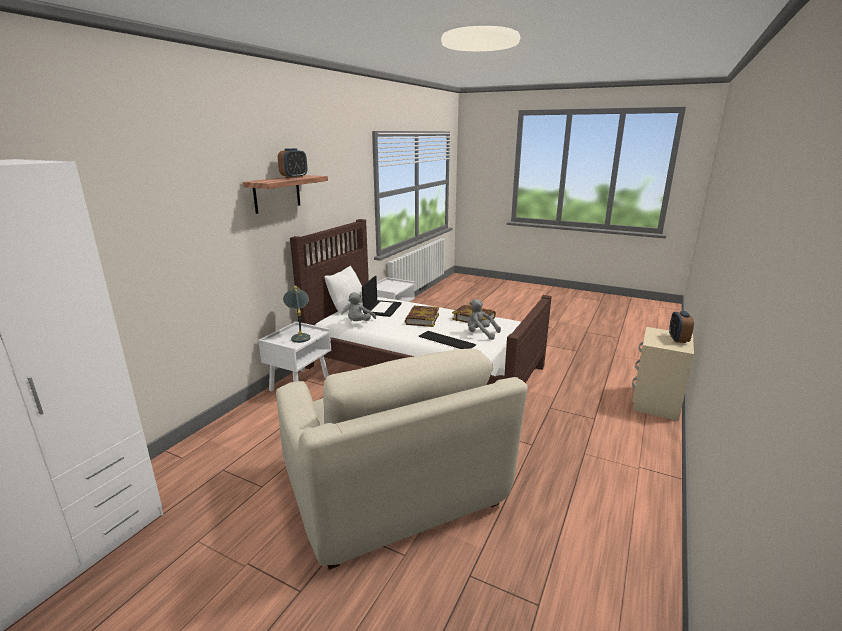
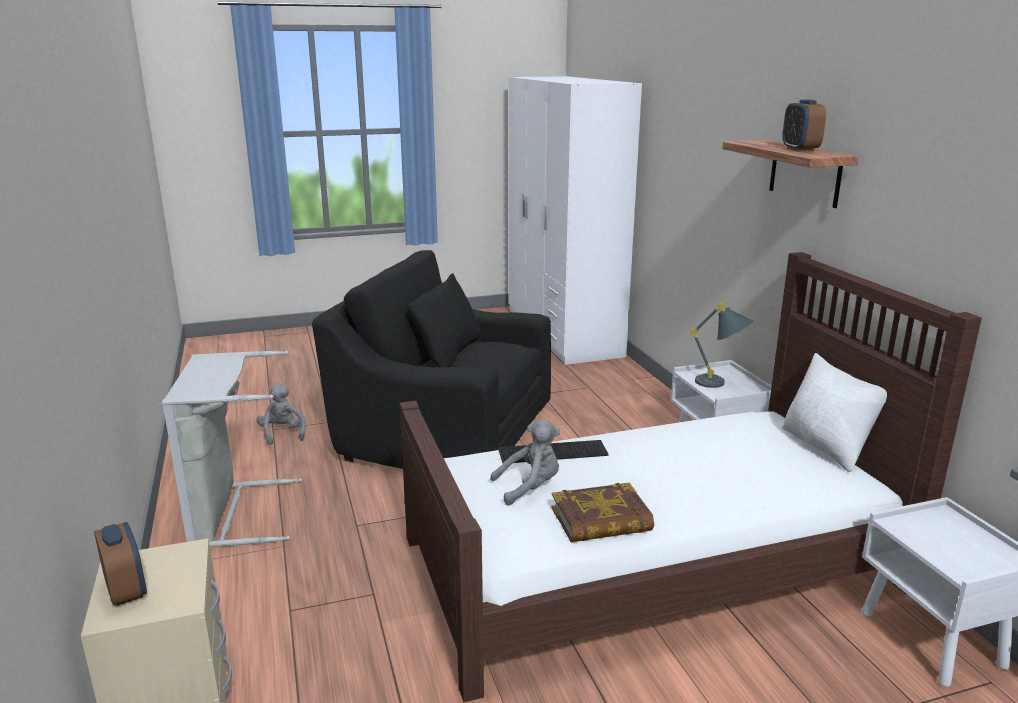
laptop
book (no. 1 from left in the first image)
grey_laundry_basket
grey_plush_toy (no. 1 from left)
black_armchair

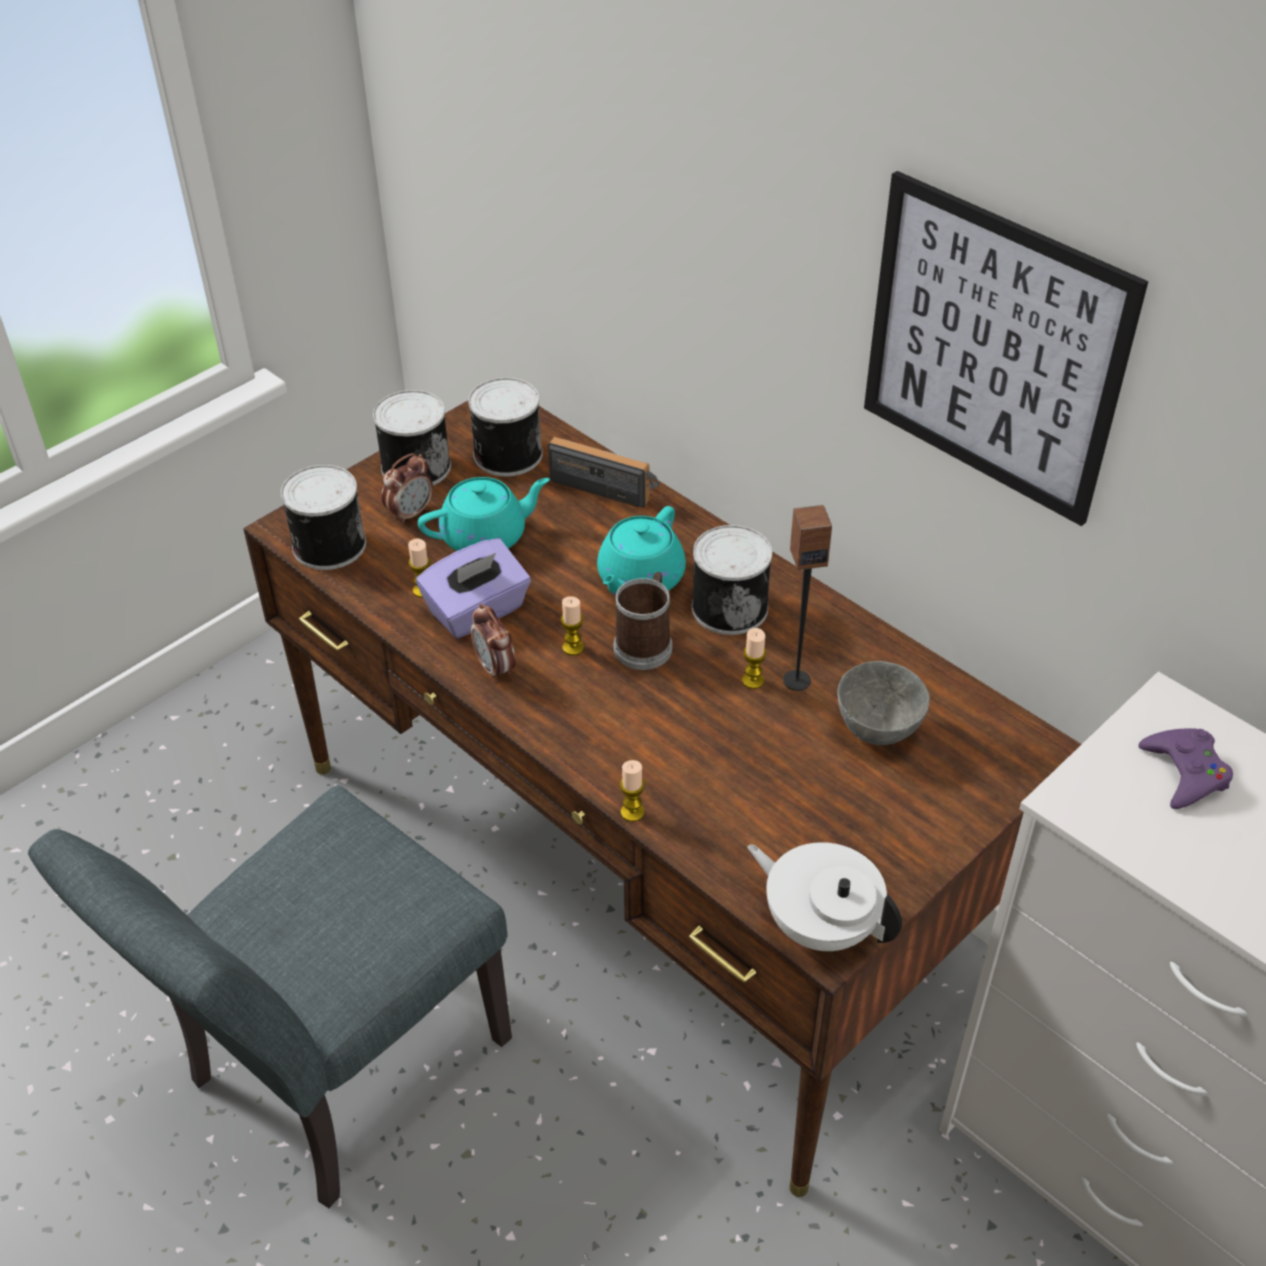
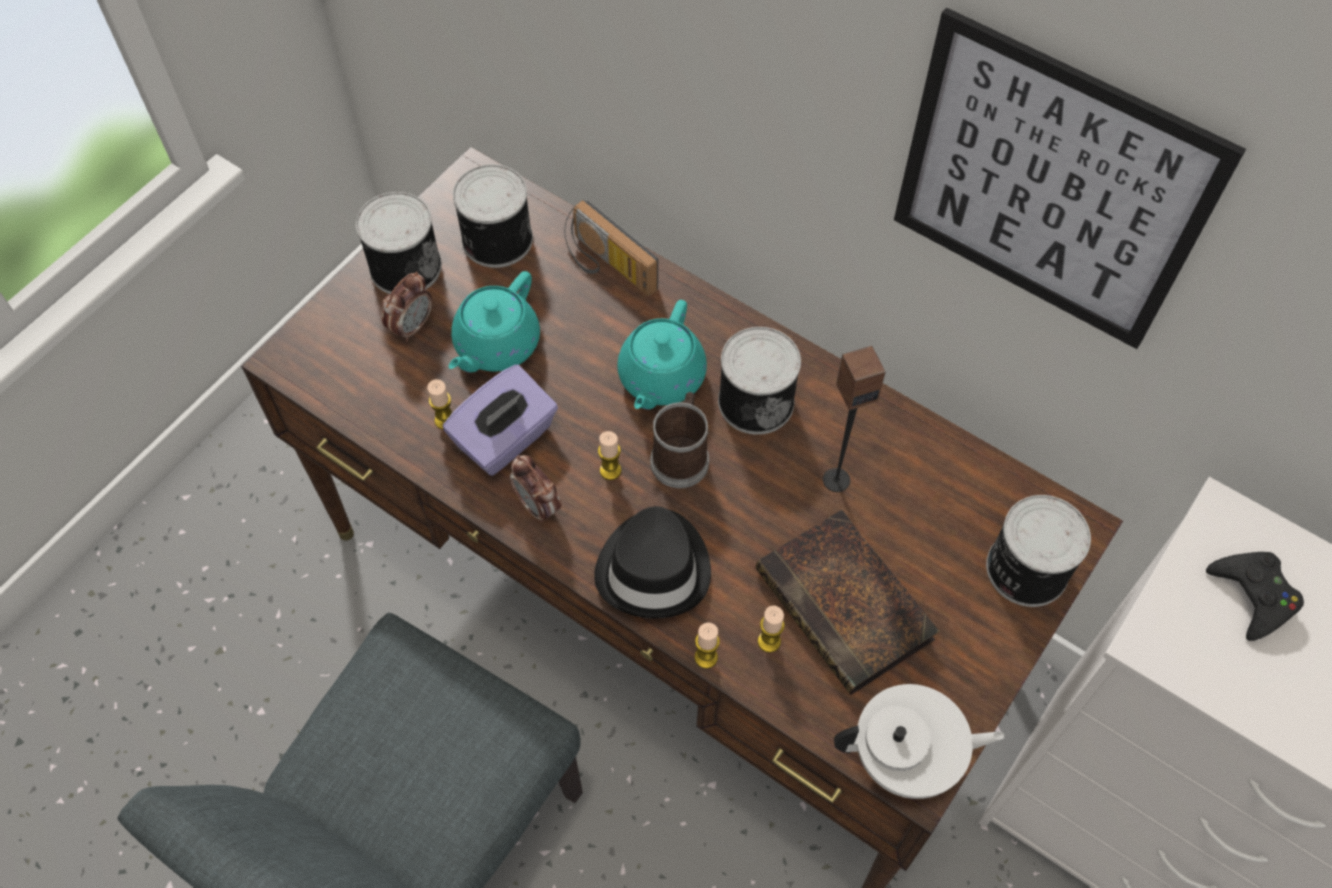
grey_bowl
black_hat
book
can (no. 4 from left)
candle (no. 4 from left)
black_game_controller
turquoise_teapot (no. 1 from left)
radio
white_teapot

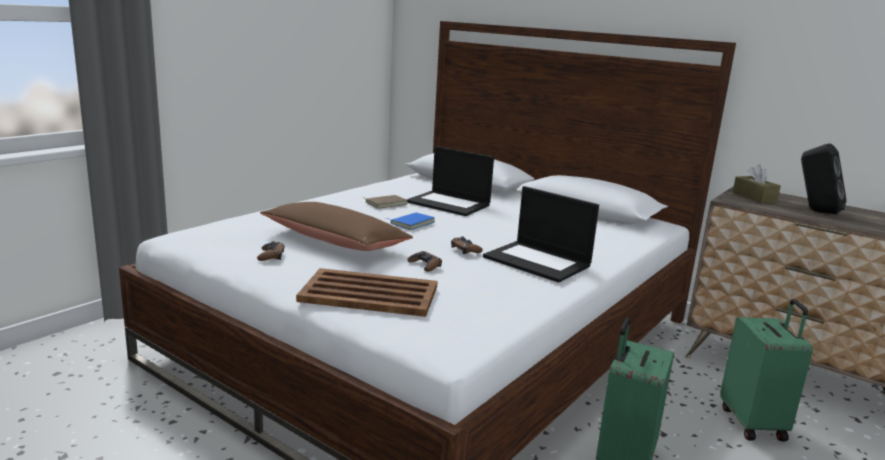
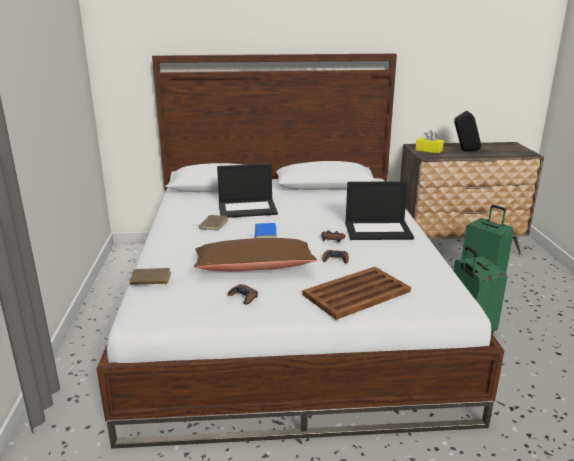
brown_book (no. 1 from left)
yellow_tissue_box

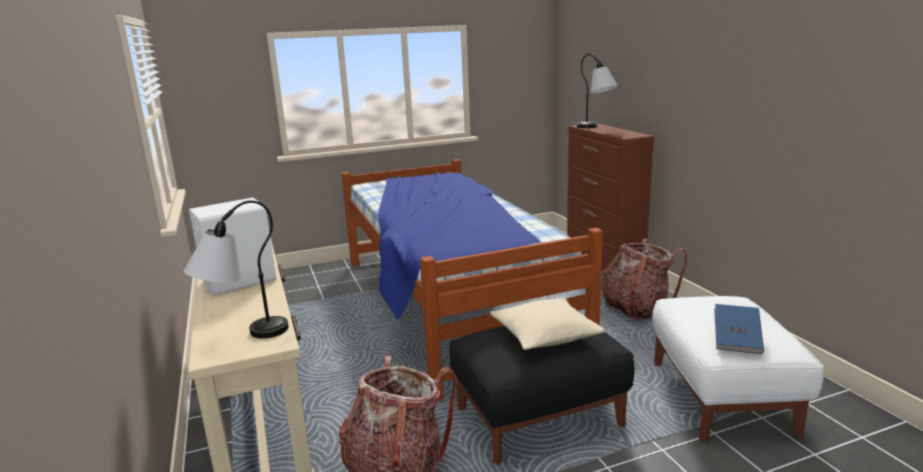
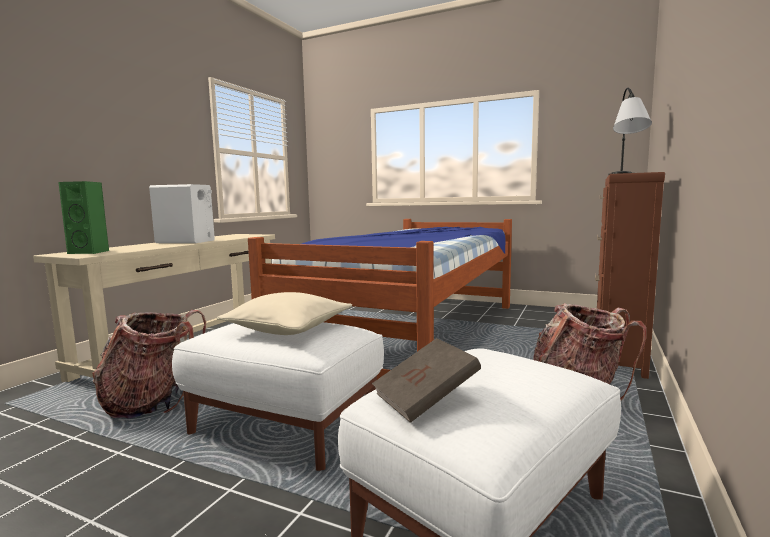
green_speaker
white_ottoman (no. 1 from left)
brown_book

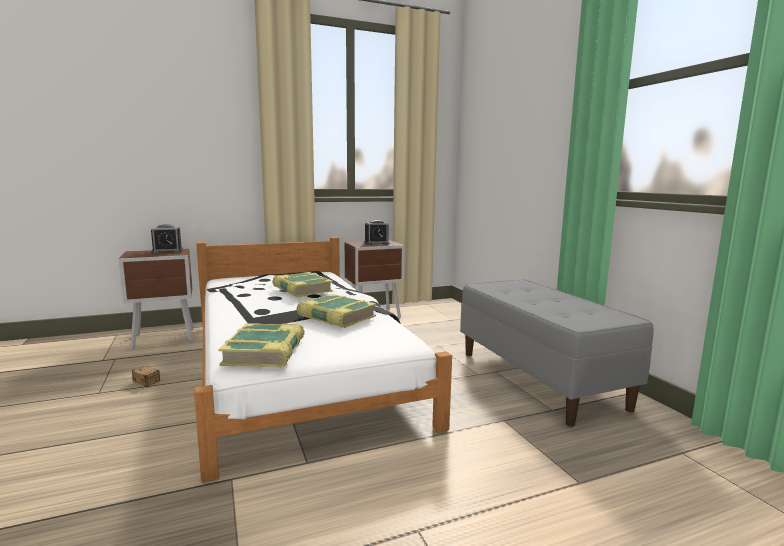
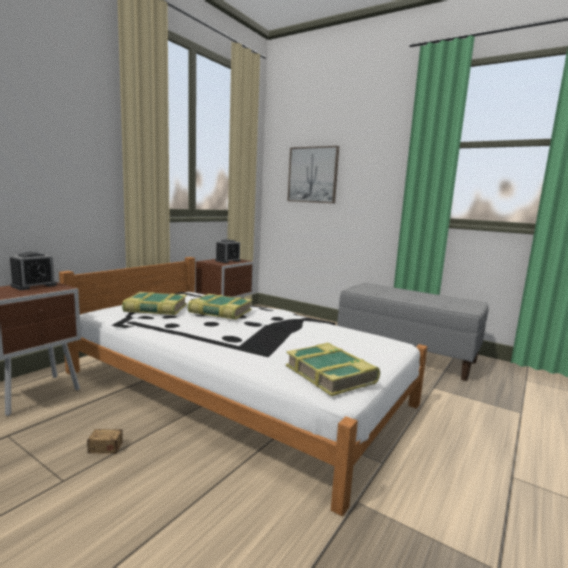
picture
book (no. 1 from left)

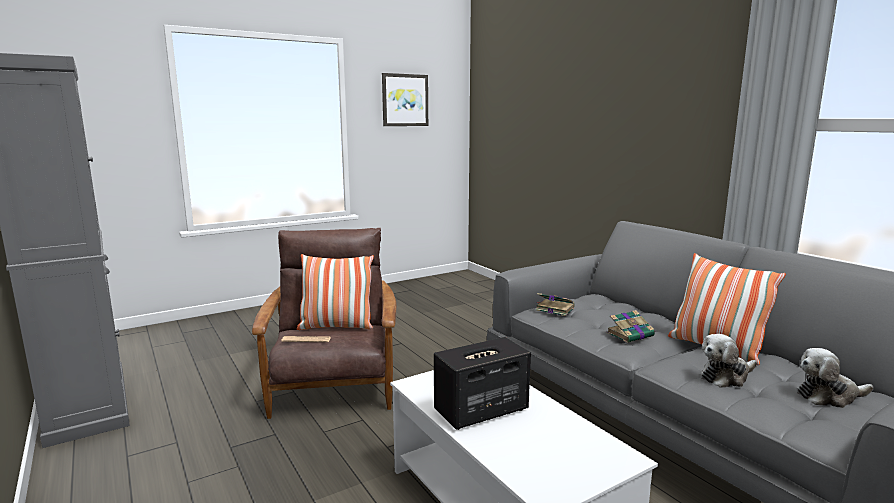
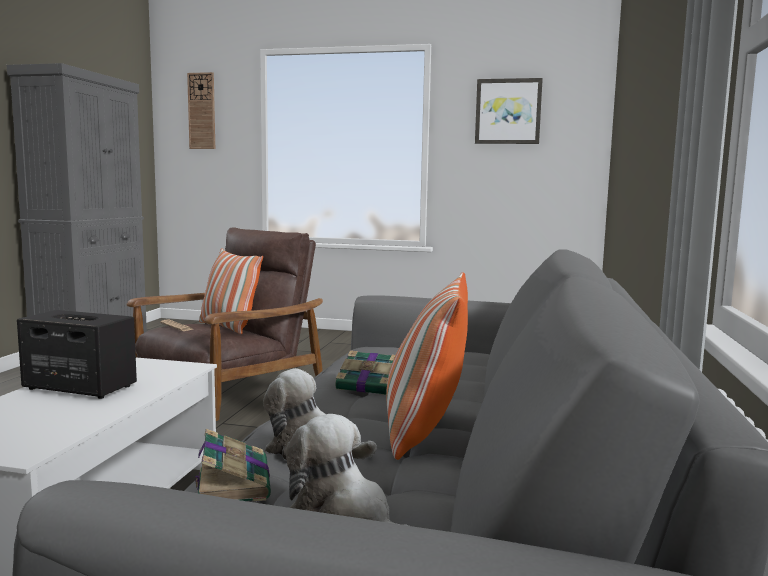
wall_clock
book (no. 1 from left)

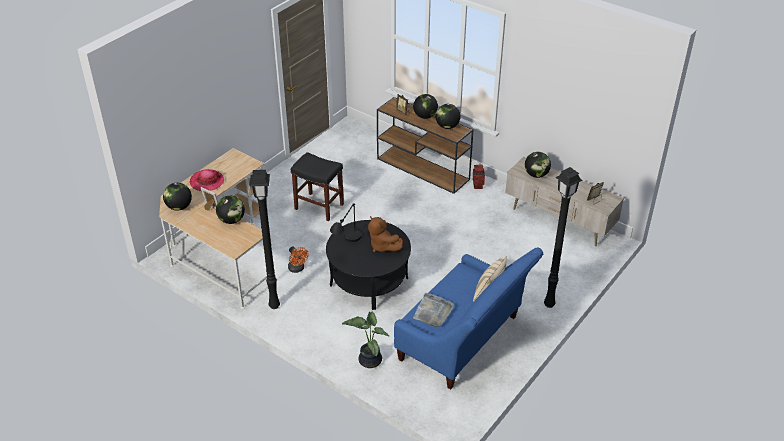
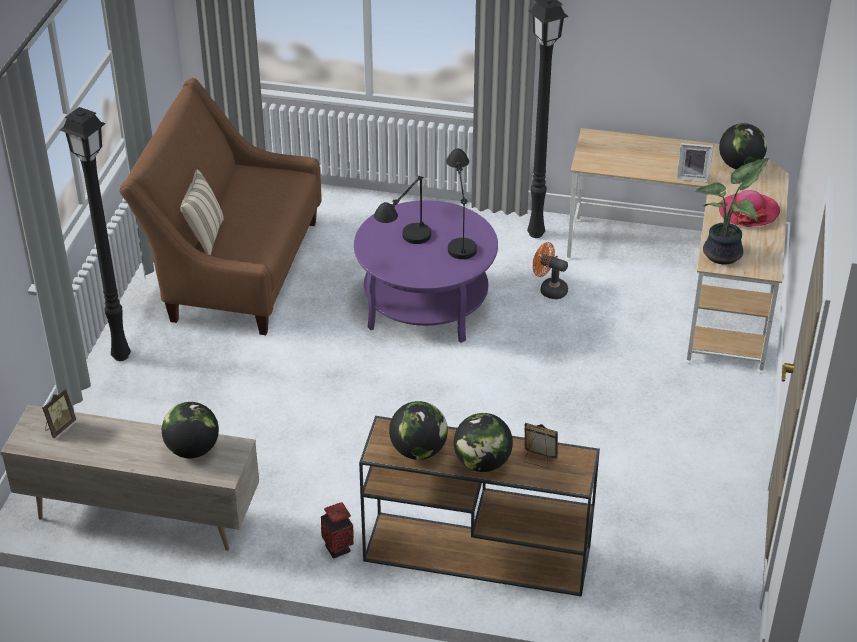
globe (no. 2 from left in the first image)
black_stool
grey_tray
potted_plant
black_table_lamp (no. 1 from left)
purple_coffee_table
brown_sofa

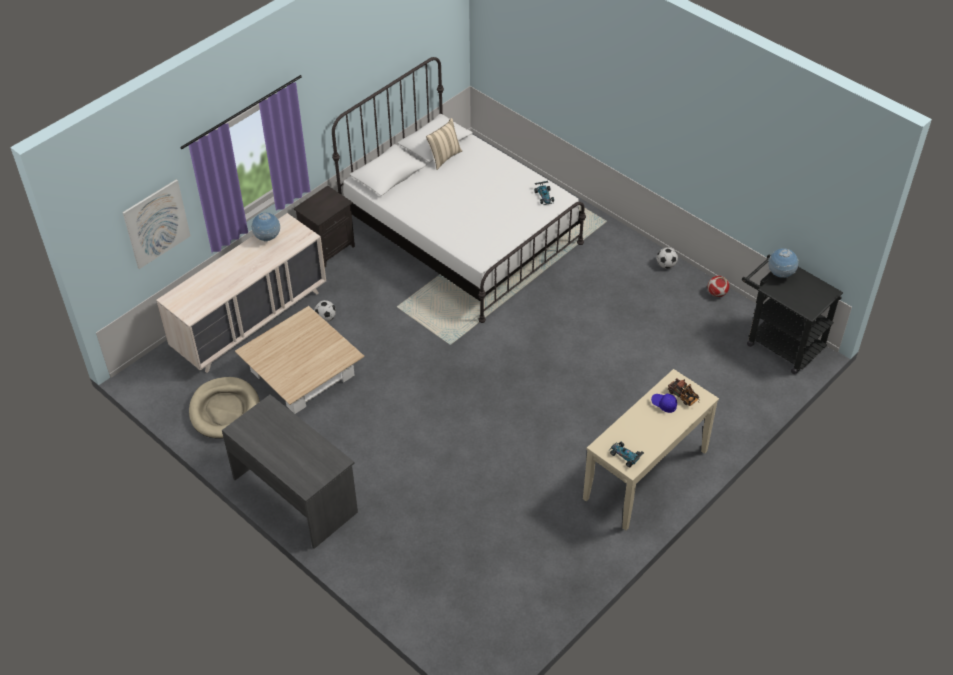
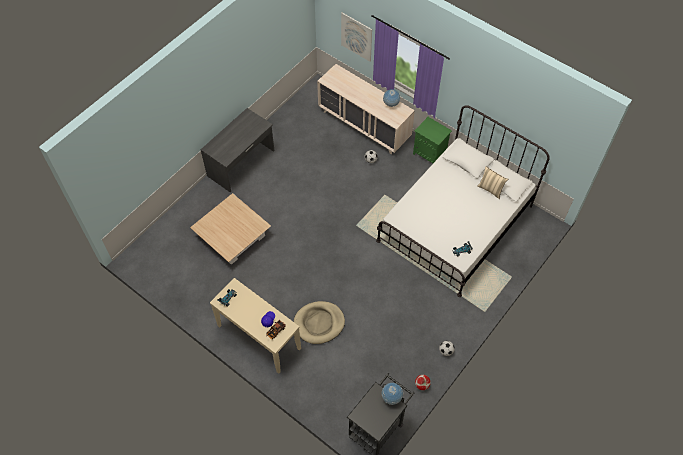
beige_dog_bed
beige_coffee_table
green_nightstand

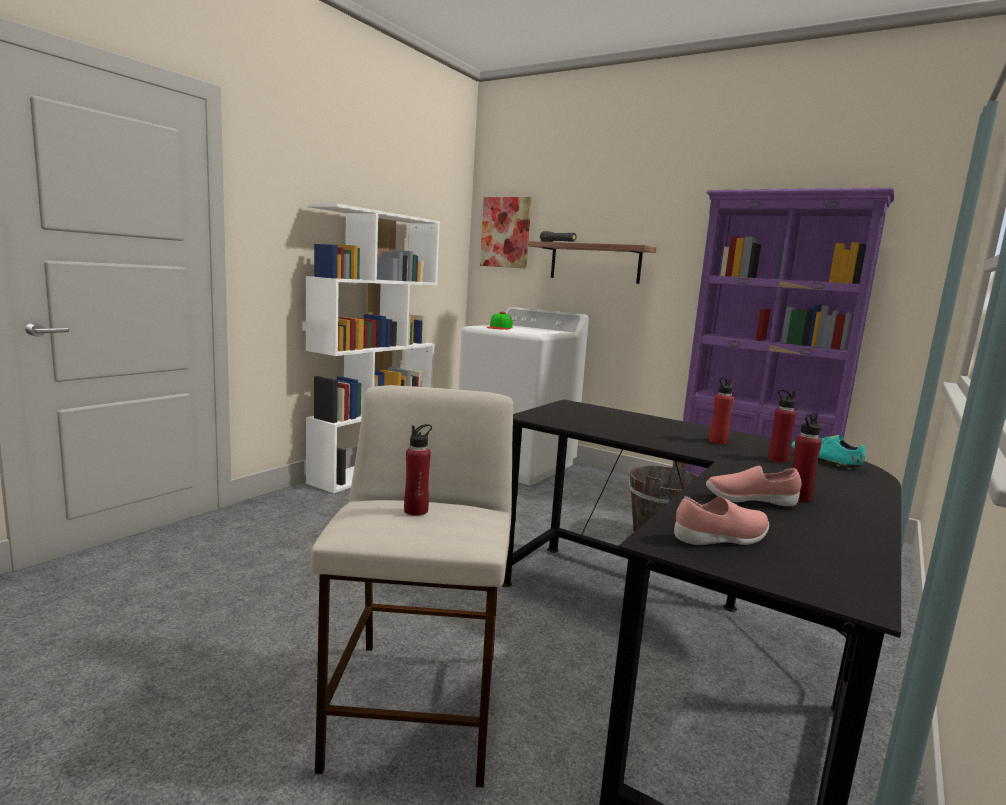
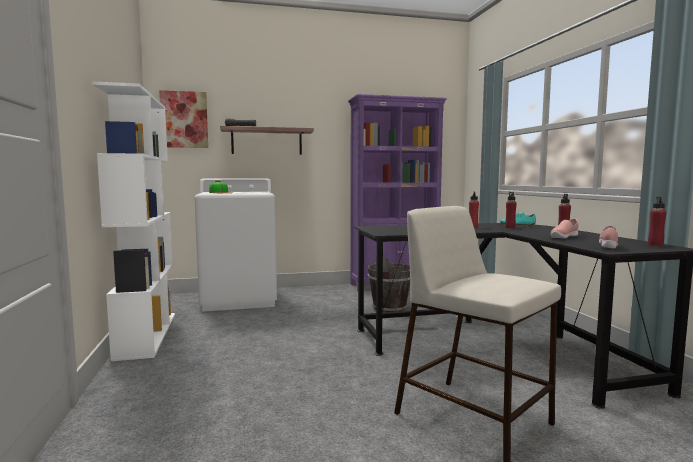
red_bottle (no. 4 from left)

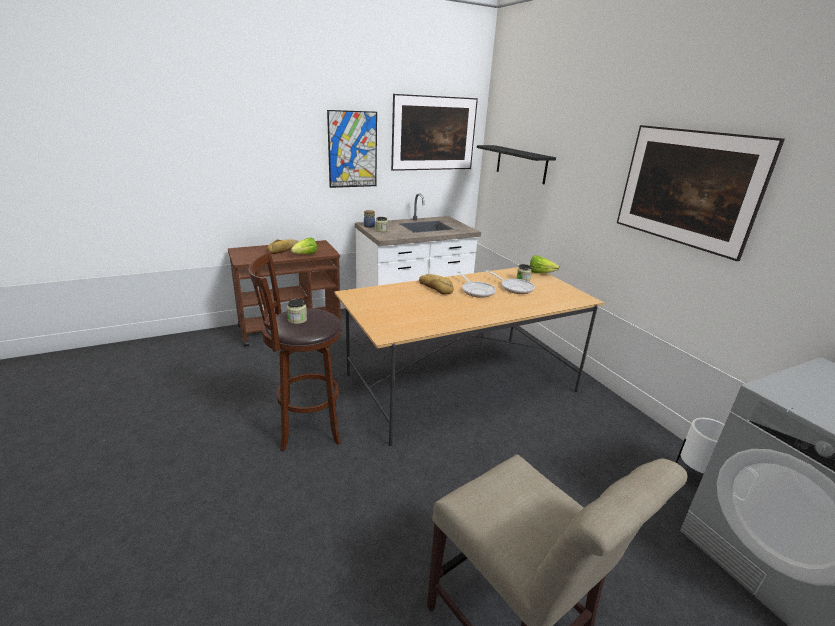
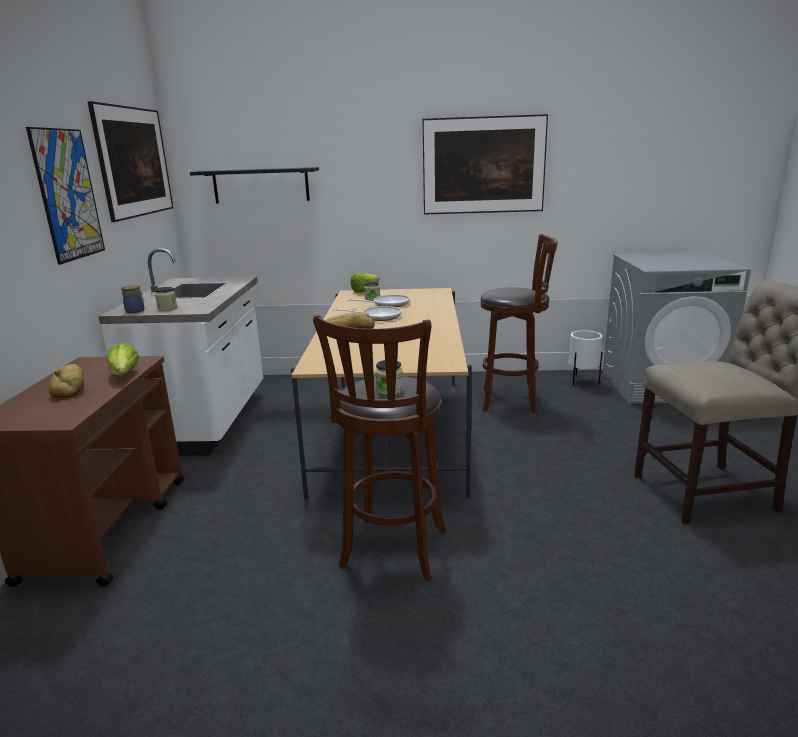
brown_stool (no. 2 from left)

